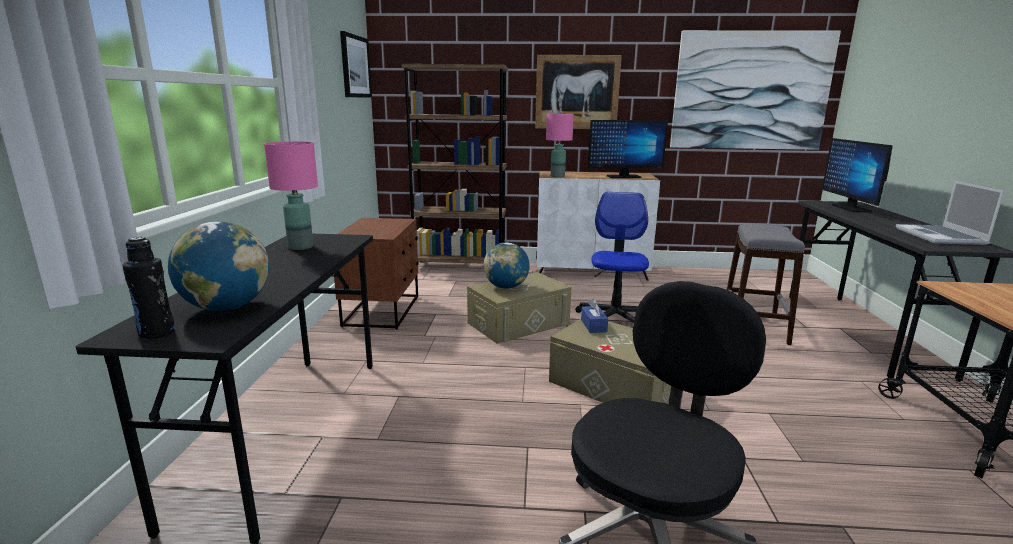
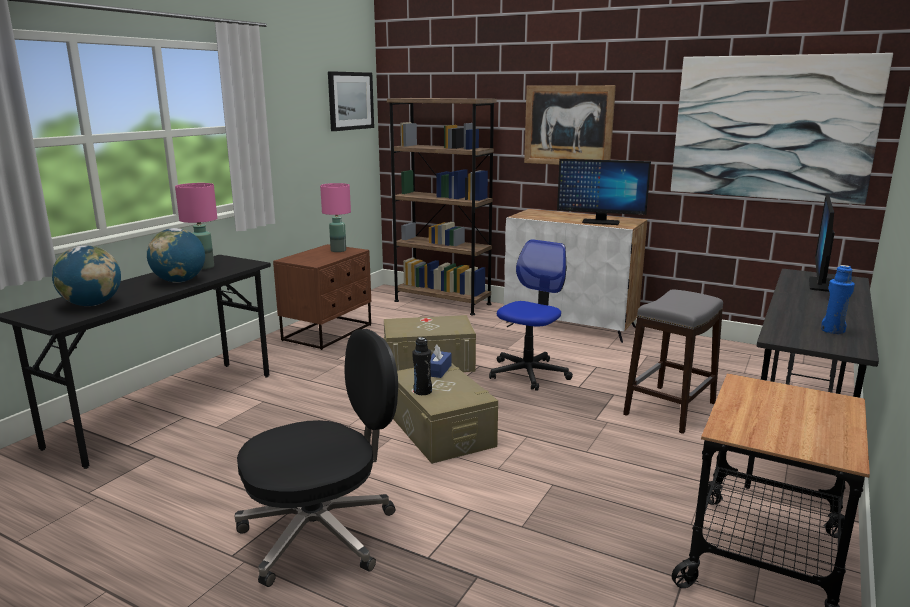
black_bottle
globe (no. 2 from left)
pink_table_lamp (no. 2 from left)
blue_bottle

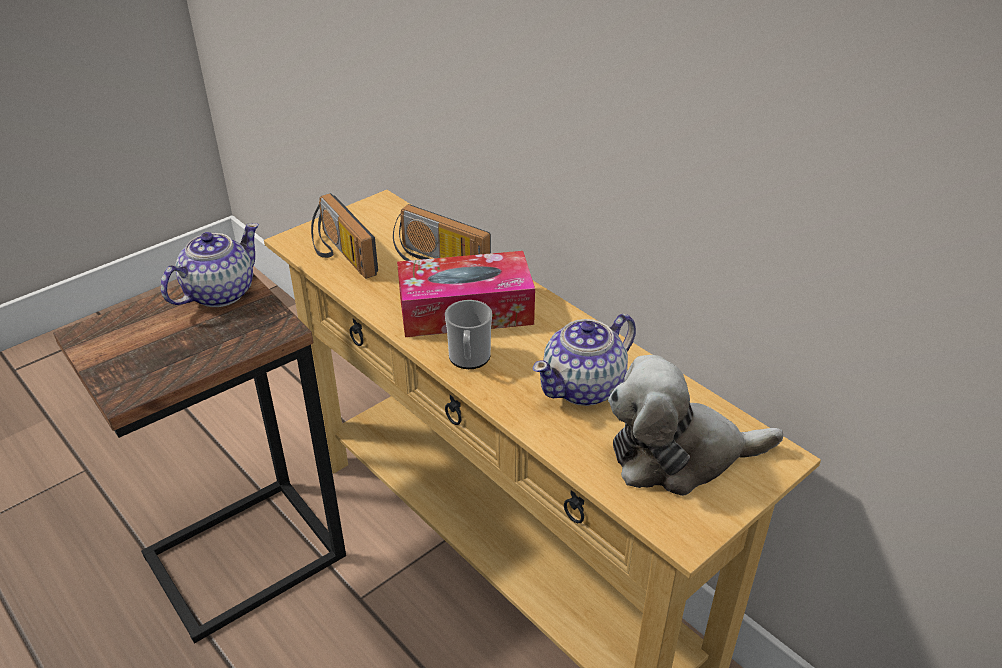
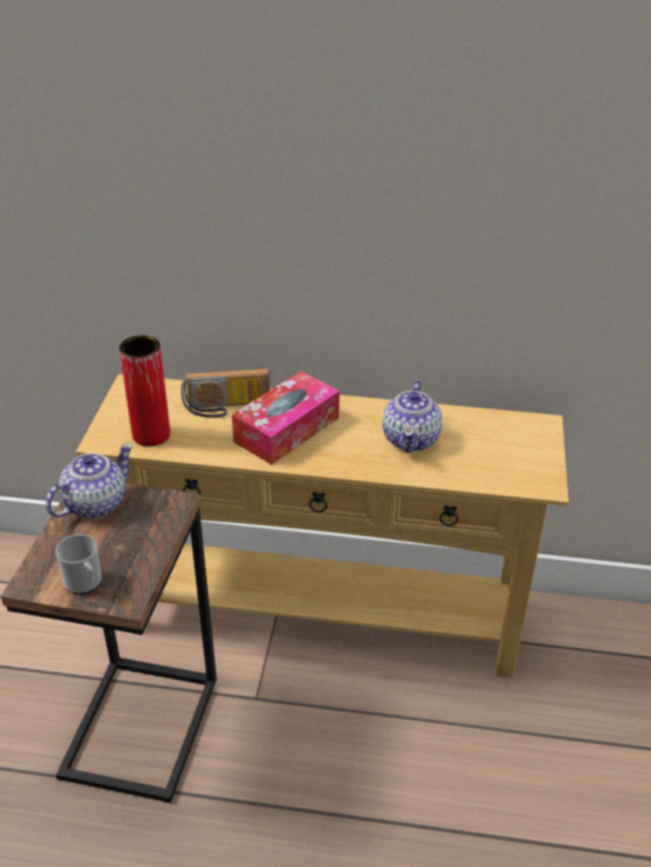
plush_toy
mug
red_vase
teapot (no. 1 from left)

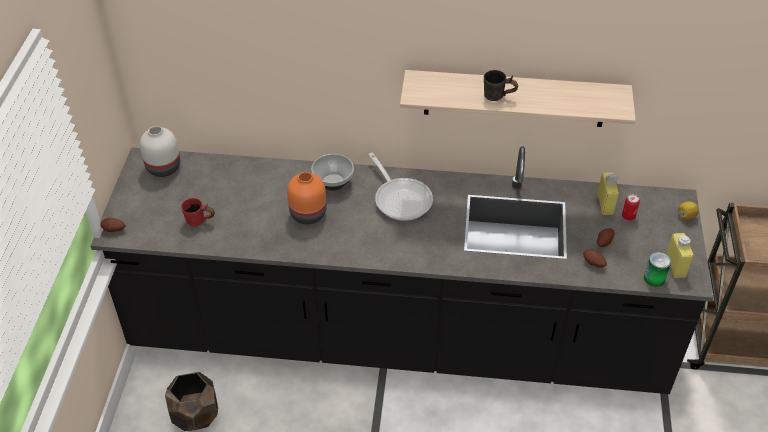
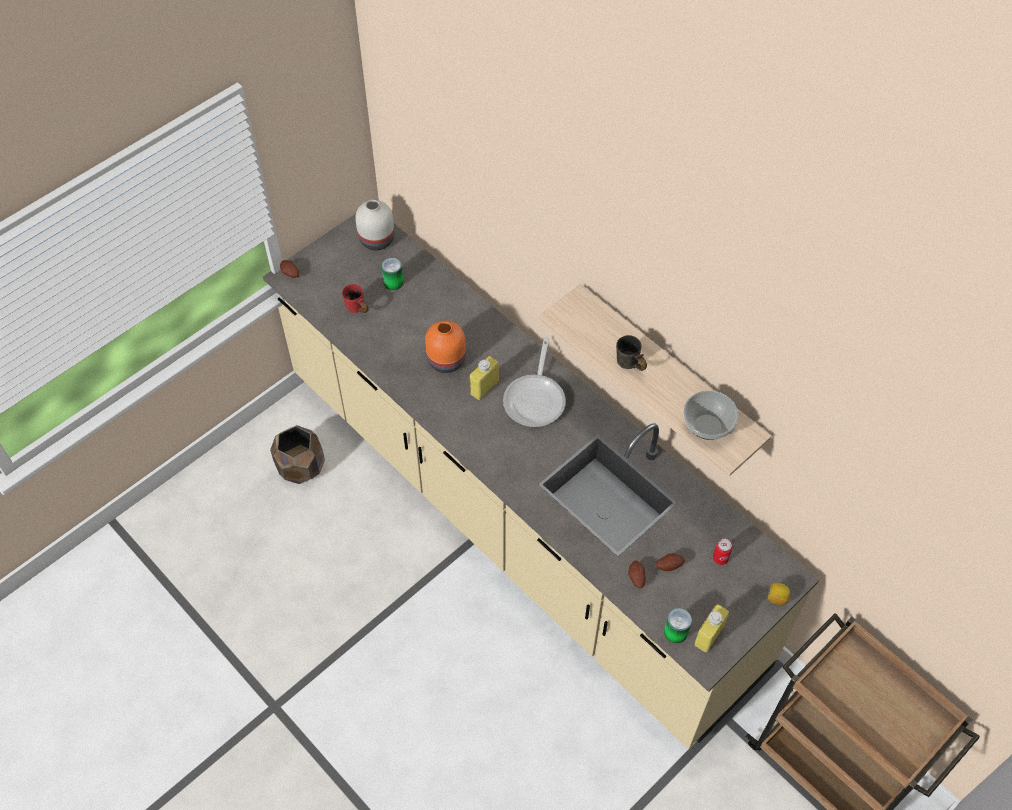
can (no. 1 from left)
bowl
yellow_bottle (no. 1 from left)
beige_counter

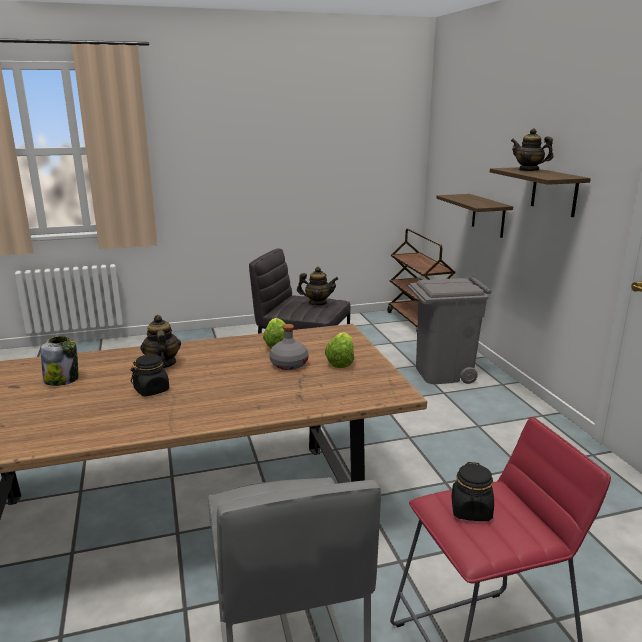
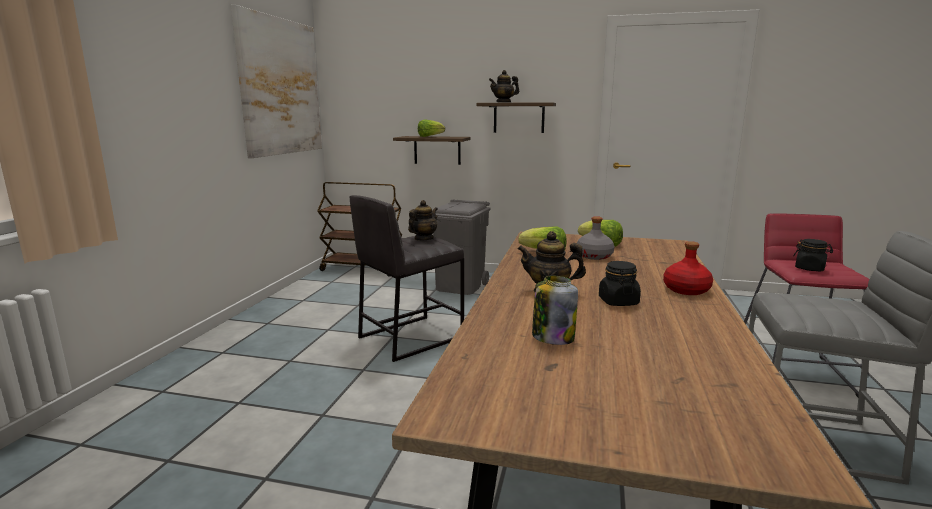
picture
lettuce (no. 1 from left)
red_bottle

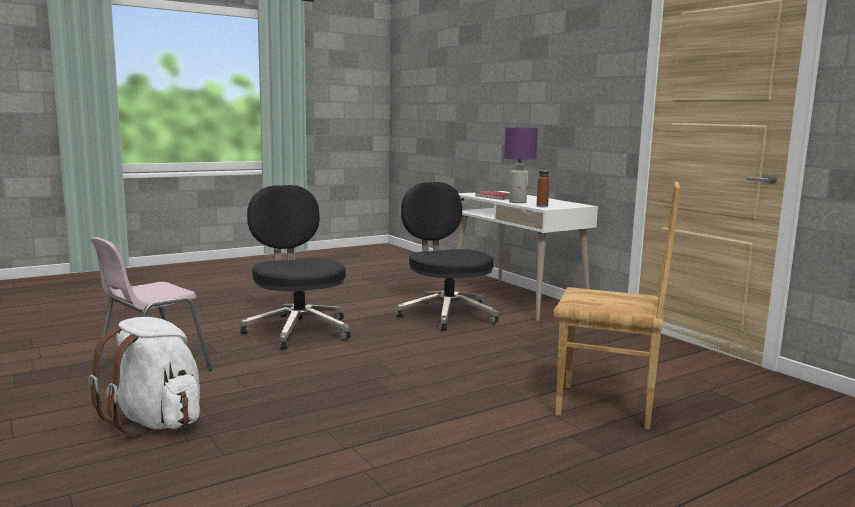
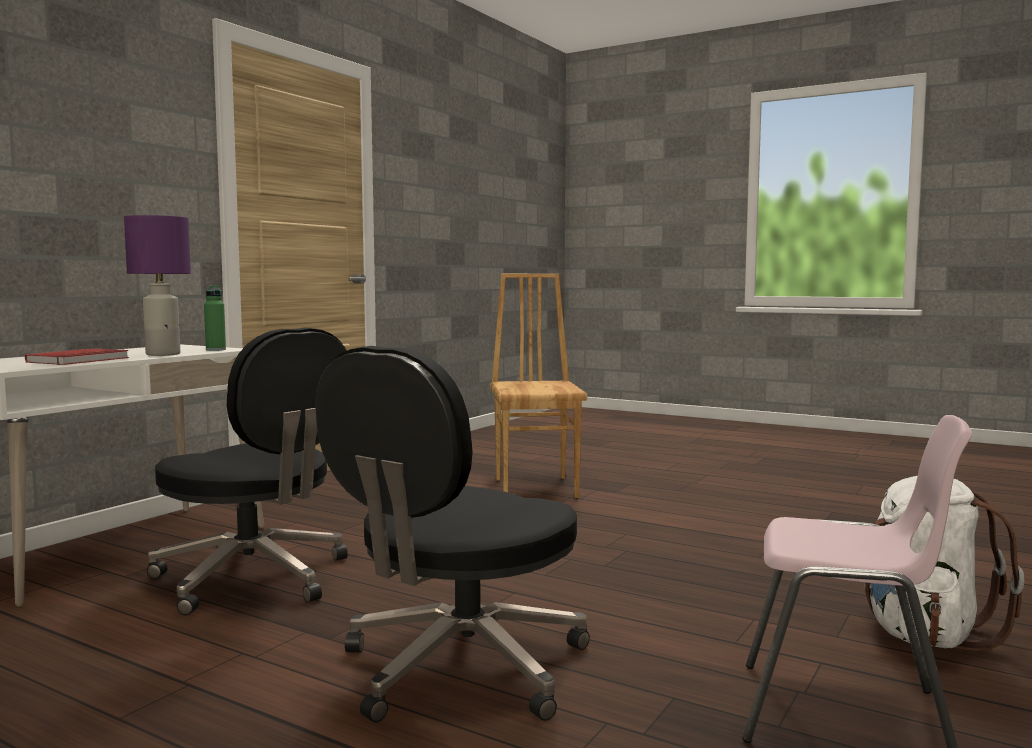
green_bottle
black_office_chair (no. 1 from left)

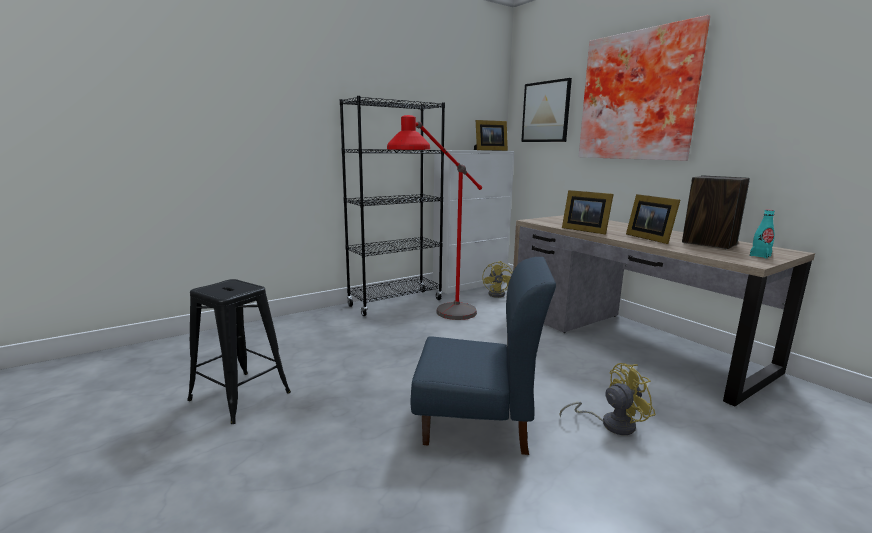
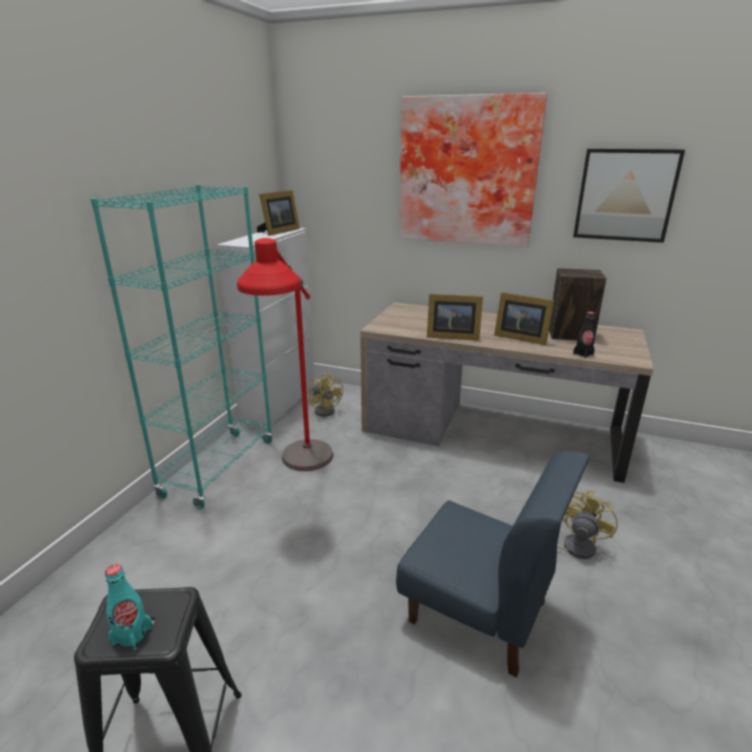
black_bottle
picture (no. 2 from left)
turquoise_bottle
turquoise_bookcase
blue_chair

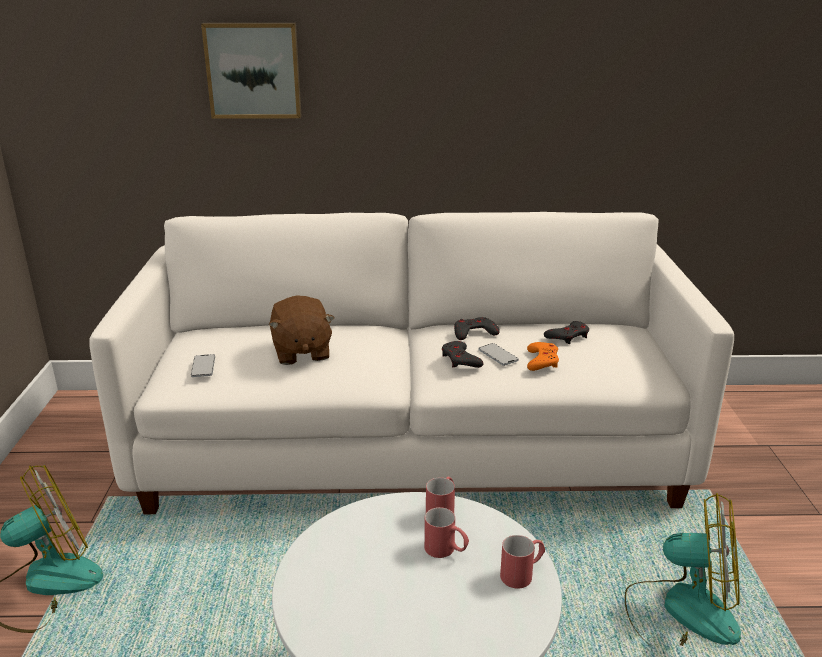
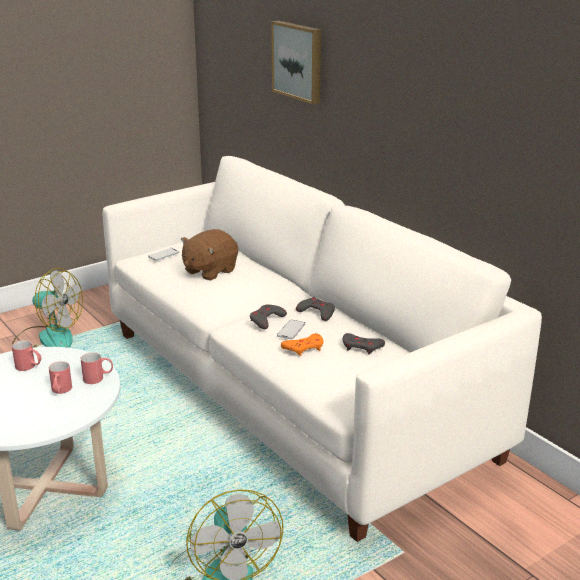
red_mug (no. 1 from left)

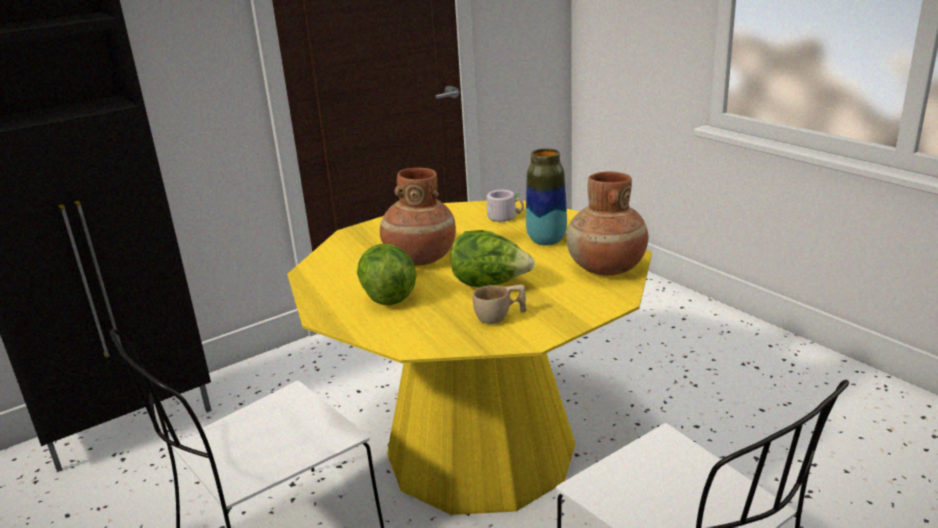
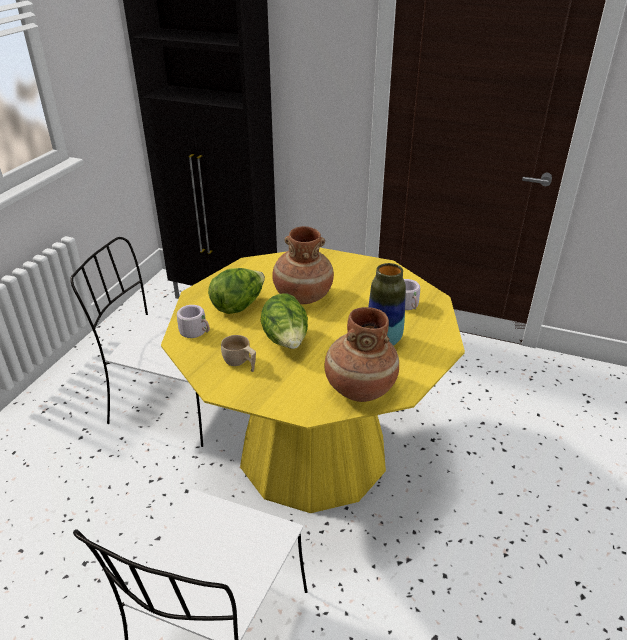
grey_mug (no. 1 from left)

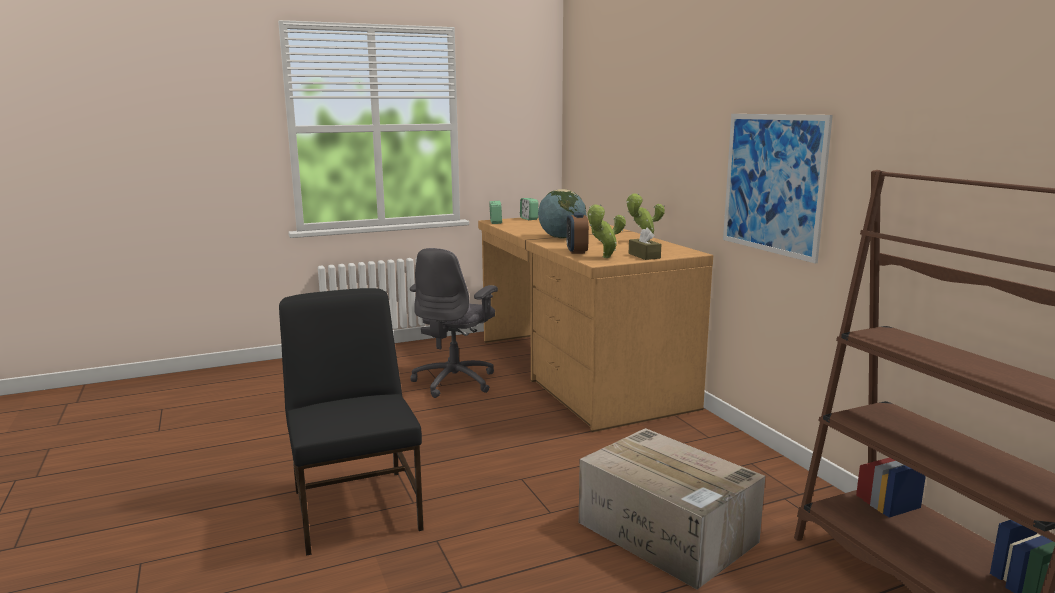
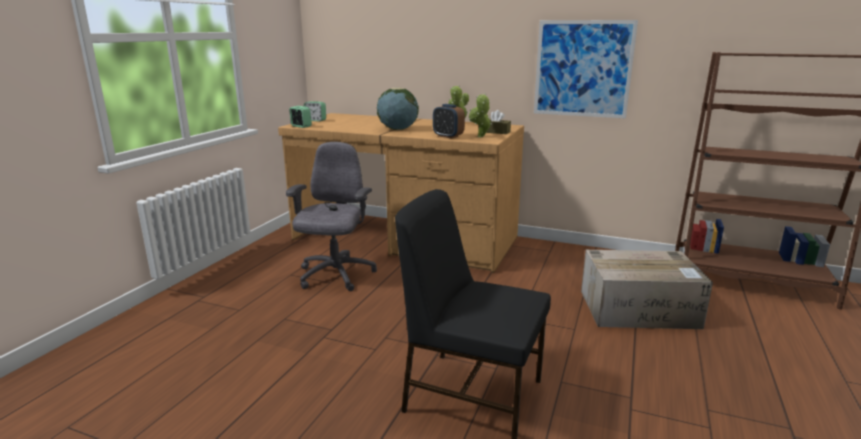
grey_office_chair

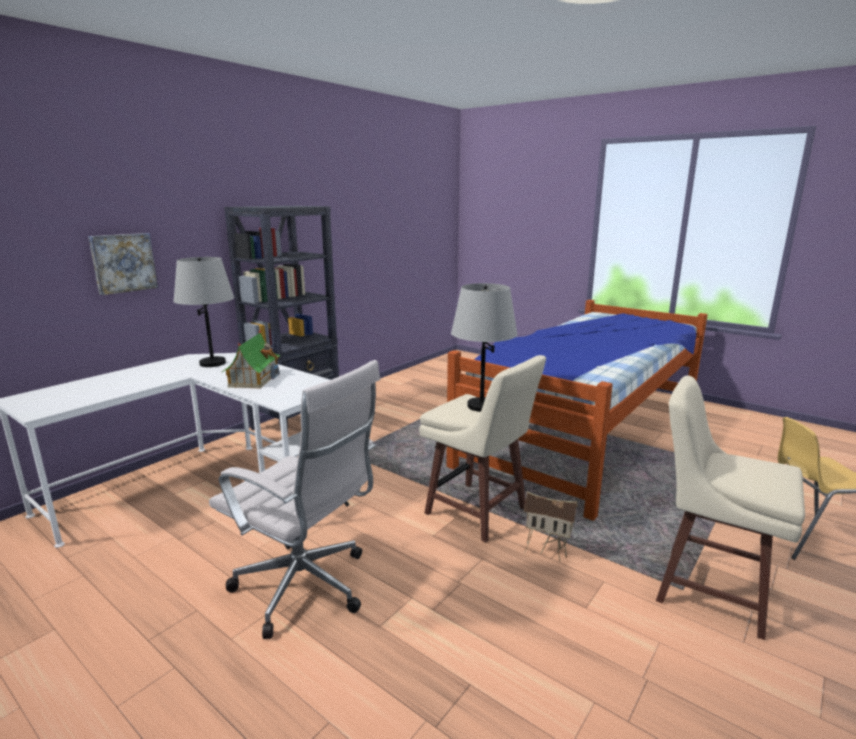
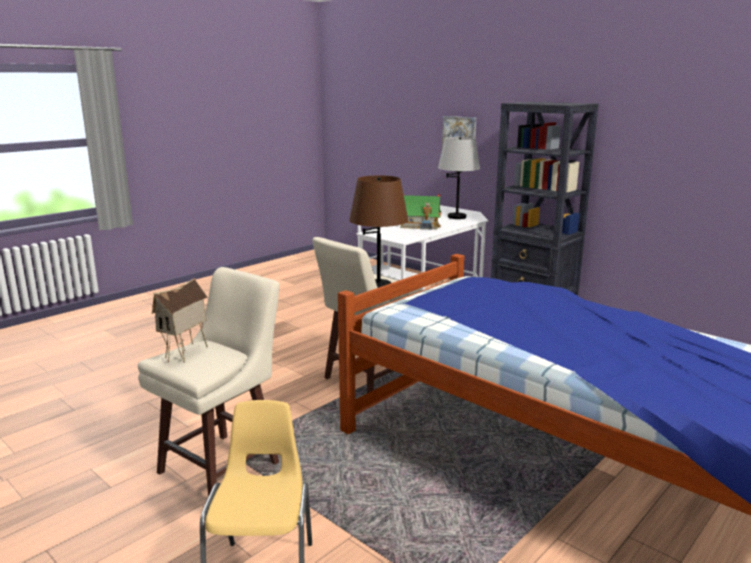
white_office_chair
toy_house (no. 1 from left)
brown_table_lamp

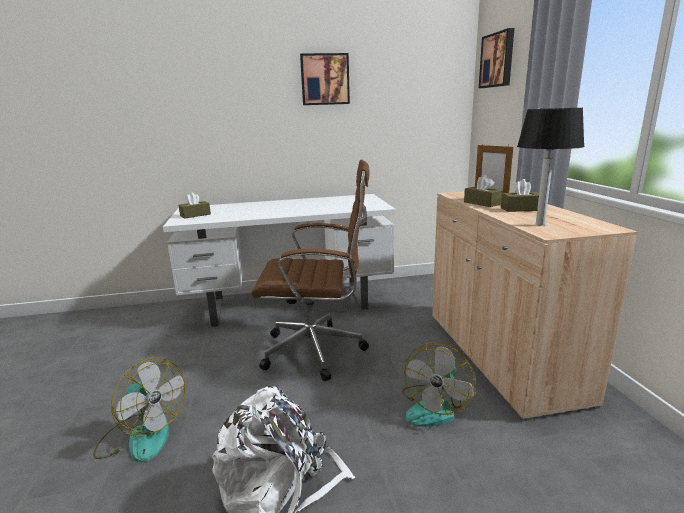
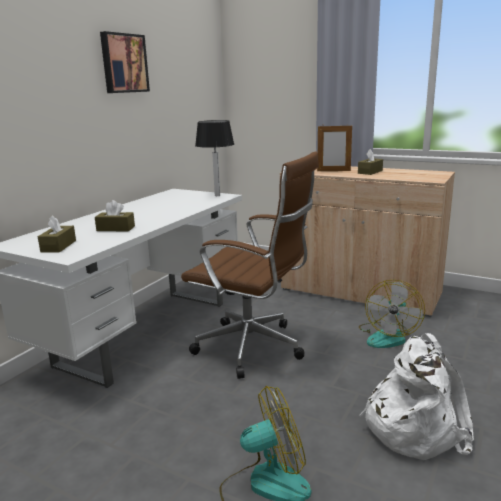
picture (no. 2 from left in the first image)
brown_tissue_box (no. 2 from left)
table_lamp
brown_office_chair
fan (no. 2 from left)

